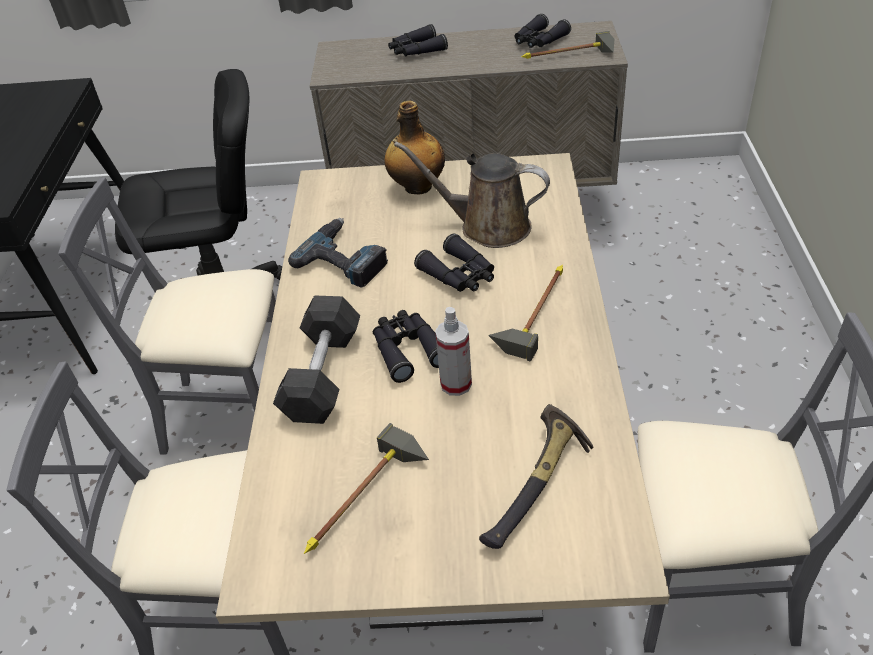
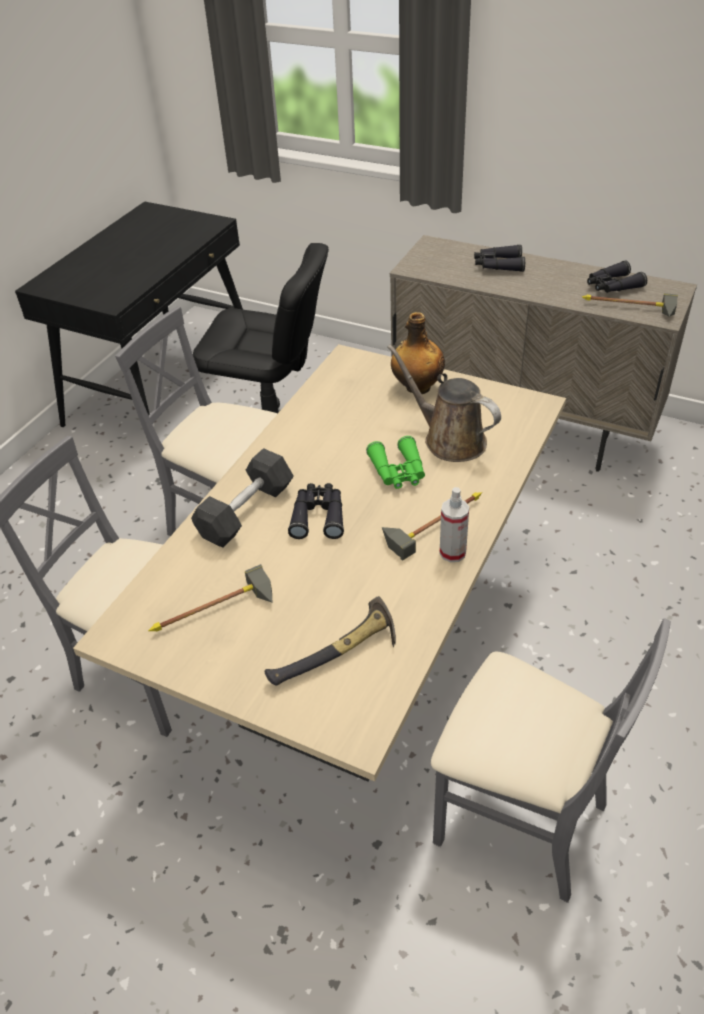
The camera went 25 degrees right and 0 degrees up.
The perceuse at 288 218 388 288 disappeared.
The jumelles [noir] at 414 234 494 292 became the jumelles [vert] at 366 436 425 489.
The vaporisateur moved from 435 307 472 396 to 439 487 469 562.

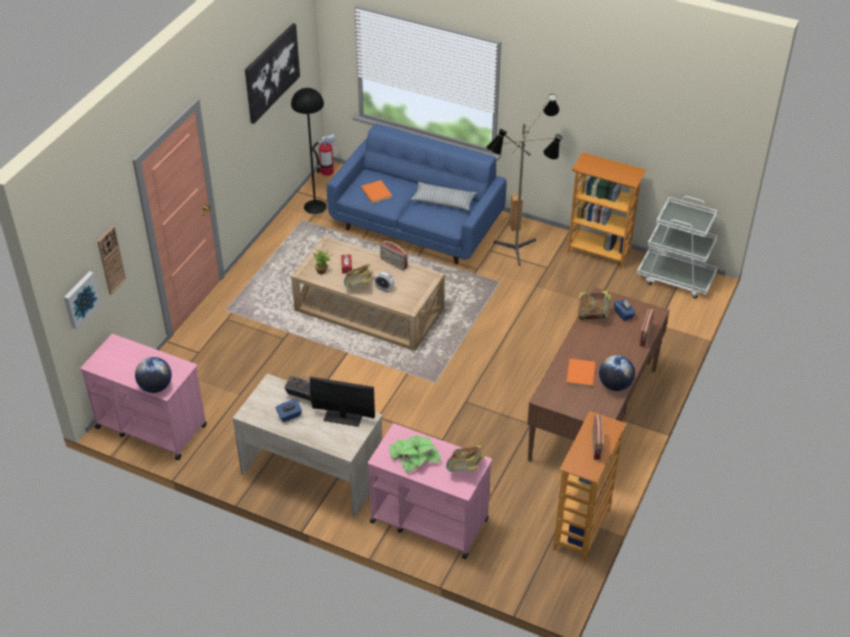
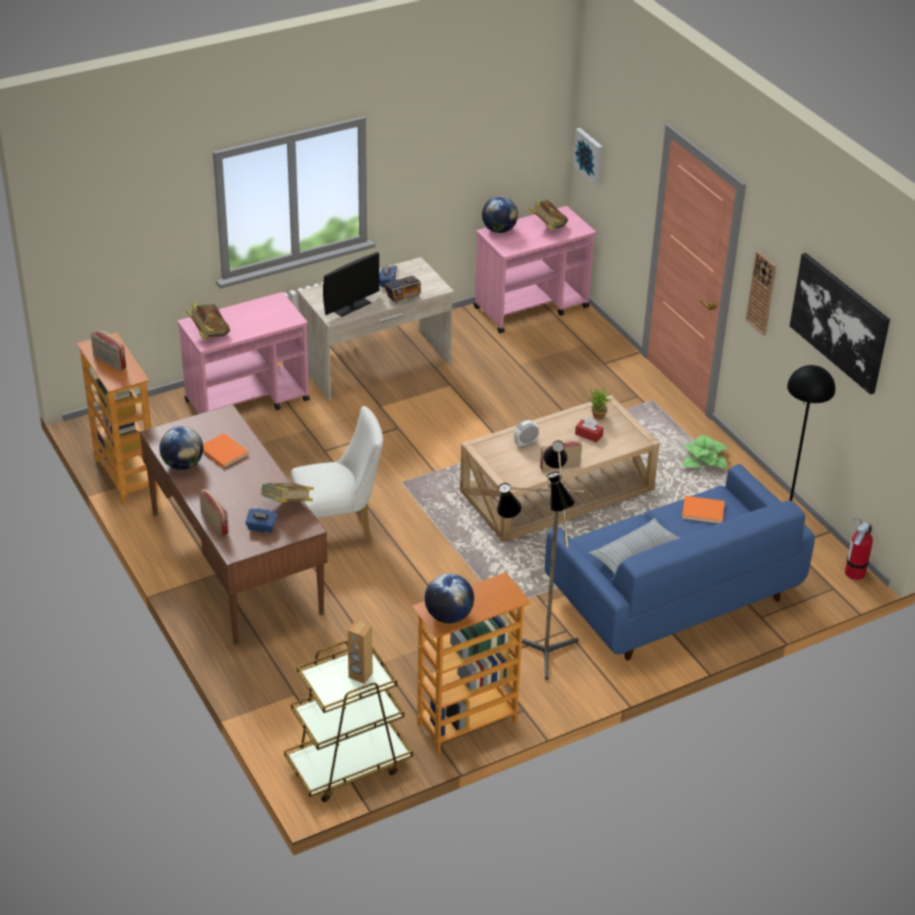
The camera went 125 degrees right and 5 degrees down.
The enceinte [marron] moved from 509 194 523 231 to 347 620 373 684.
The chariot [blanc] at 637 196 718 299 became the chariot [marron] at 284 641 413 802.
The horloge murale moved from 97 226 126 295 to 746 251 776 336.
The livre moved from 344 264 373 288 to 529 200 568 230.
The plante en pot moved from 389 436 441 474 to 683 435 728 469.
The chaise [blanc] at 291 406 383 541 appeared.
The globe at 425 573 474 623 appeared.

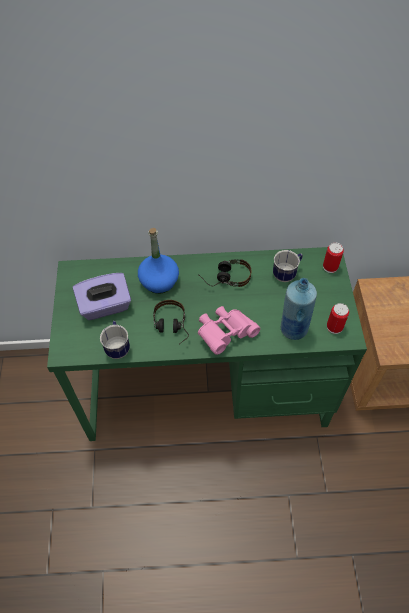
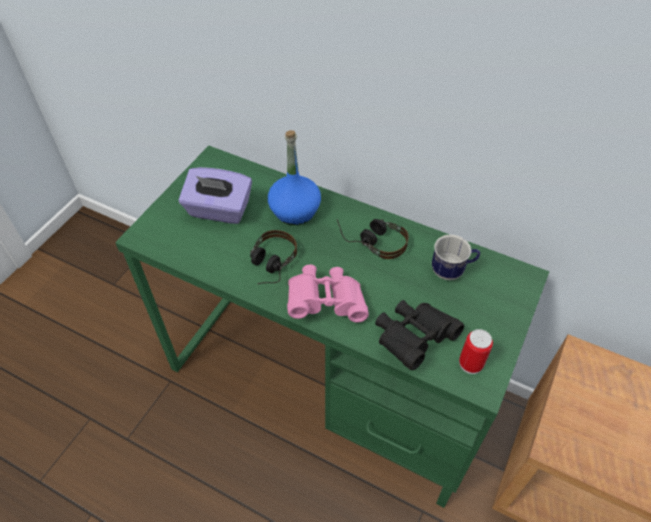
The camera went 30 degrees right and 5 degrees down.
The boîte métallique at 323 243 344 273 disappeared.
The bouteille [bleu] at 281 278 317 340 was replaced by the jumelles [noir] at 375 300 464 370.
The mug at 100 321 130 359 disappeared.

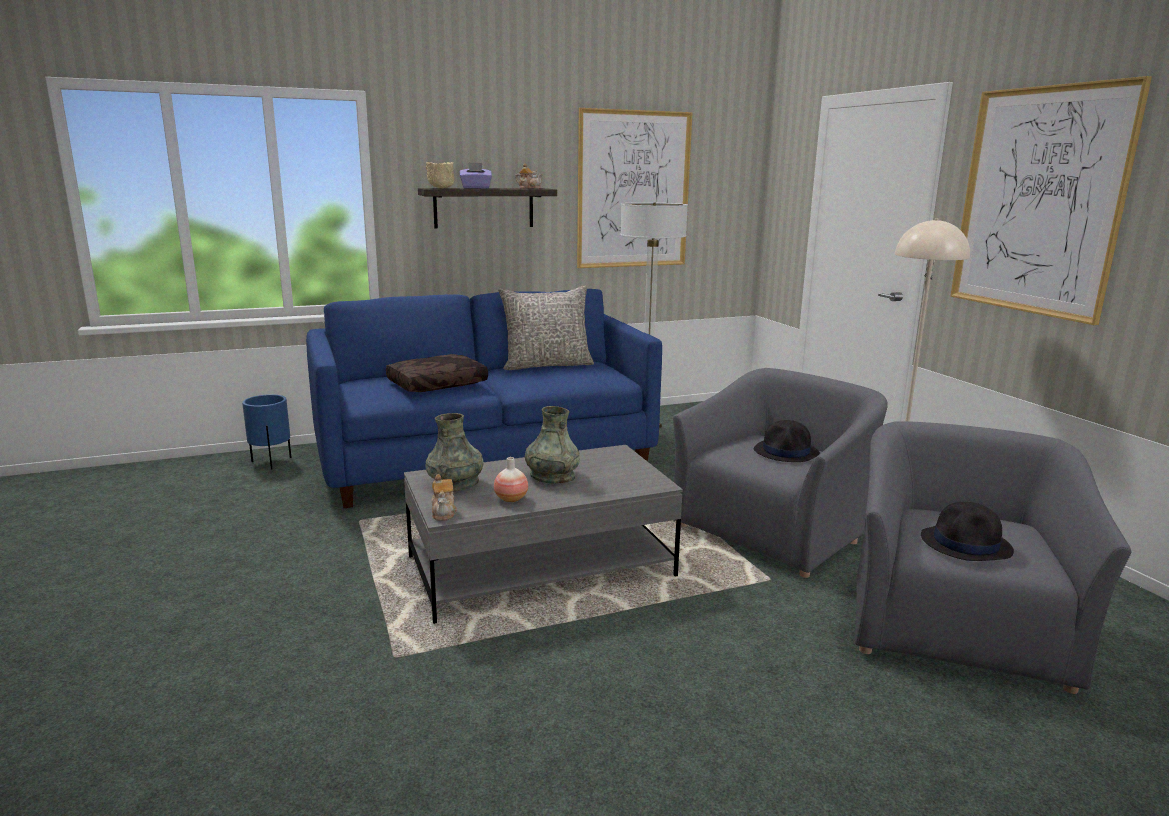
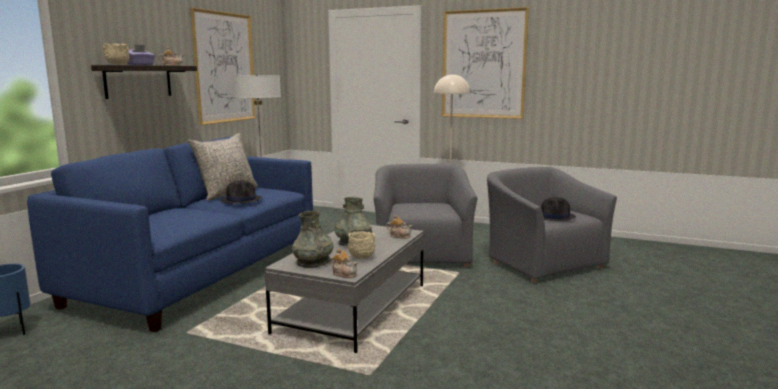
The camera went 45 degrees left and 5 degrees down.
The coussin [marron] at 386 354 488 392 disappeared.
The chapeau [noir] moved from 754 420 820 462 to 221 180 262 204.
The vase at 494 457 528 502 was replaced by the bol [beige] at 348 231 375 259.
The théière at 386 215 412 239 appeared.

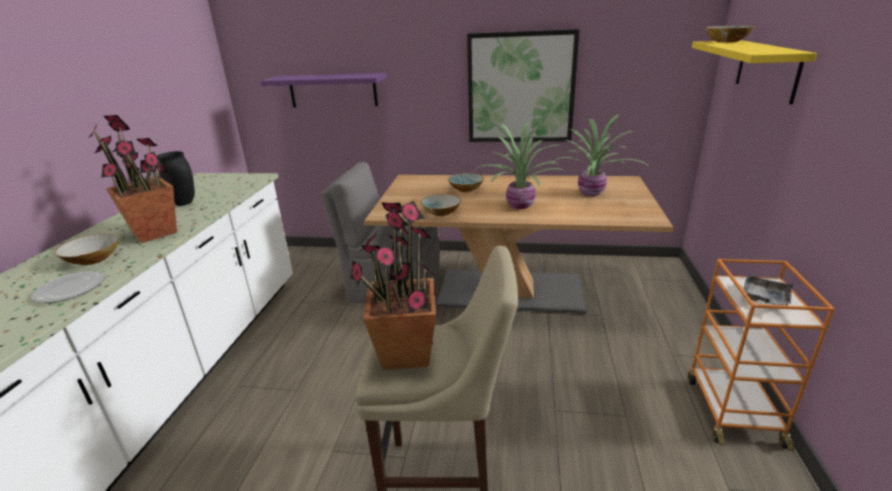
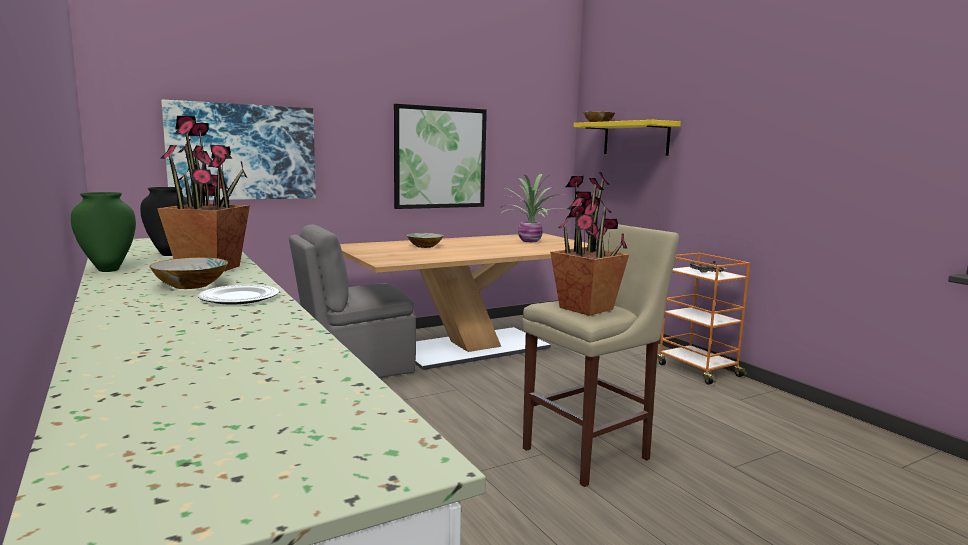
The camera went 40 degrees left and 15 degrees down.
The étagère [violet] at 261 73 387 107 was replaced by the tableau at 161 100 316 200.
The plante en pot at 474 122 565 209 disappeared.
The bol at 421 194 461 216 disappeared.
The vase [vert] at 71 192 136 272 appeared.

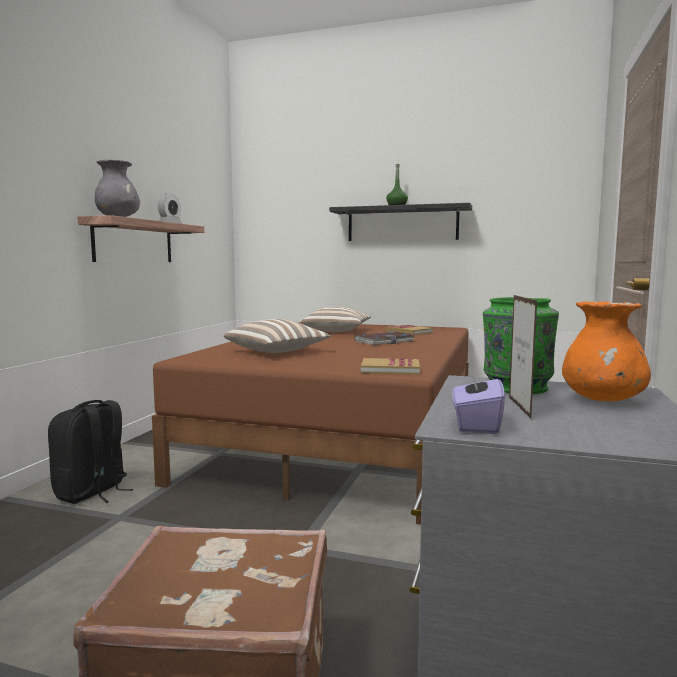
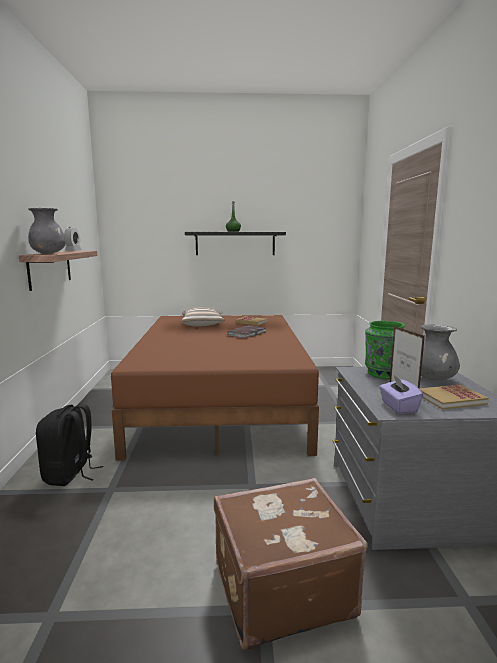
The camera went 20 degrees left and 5 degrees up.
The vase [orange] at 562 301 651 401 became the vase [gris] at 421 324 460 380.
The coussin at 224 319 331 353 disappeared.
The livre moved from 361 358 420 375 to 420 385 489 410.

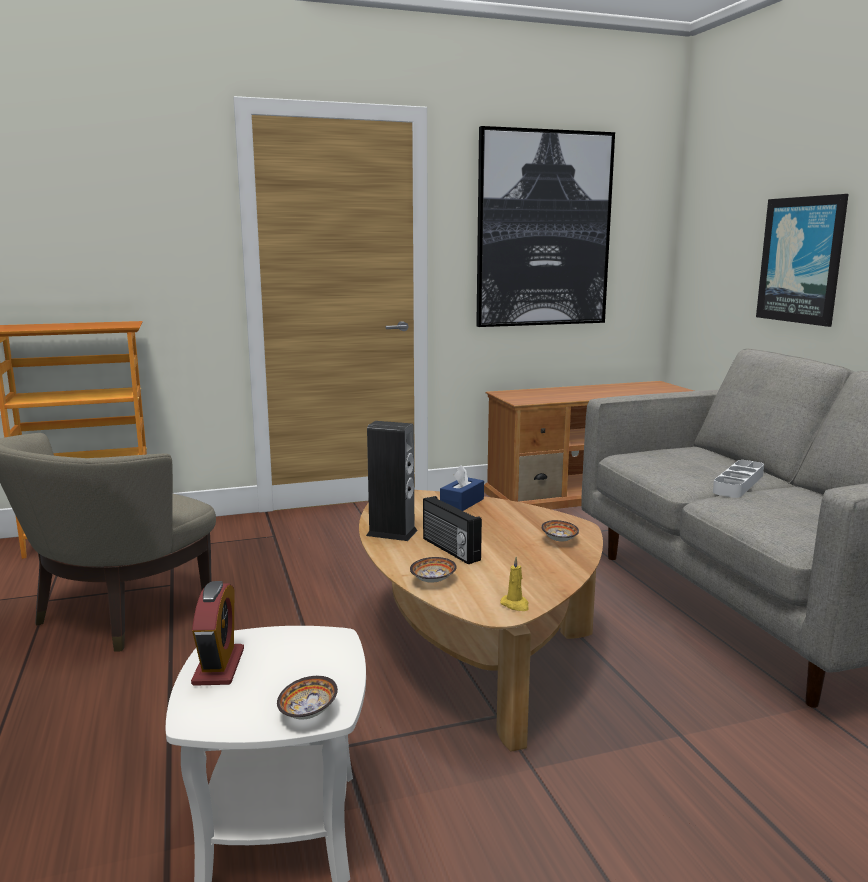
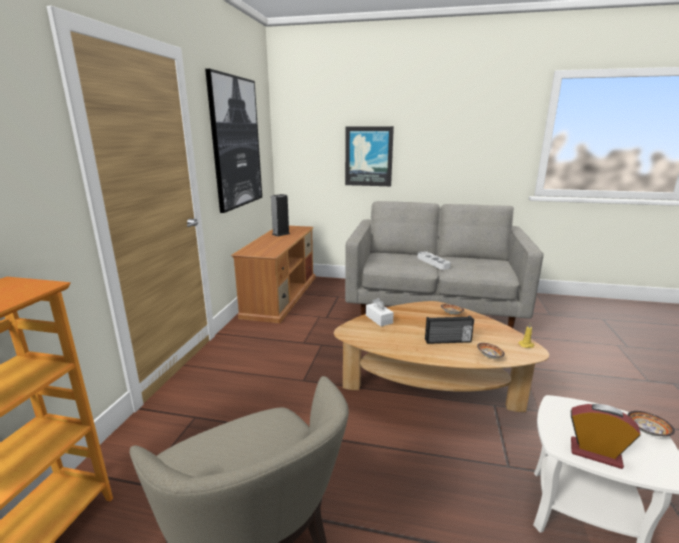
The camera went 60 degrees left and 5 degrees up.
The enceinte moved from 366 421 418 541 to 271 194 290 237.
The boîte à mouchoirs [bleu] at 440 465 484 511 became the boîte à mouchoirs [blanc] at 366 298 394 326.

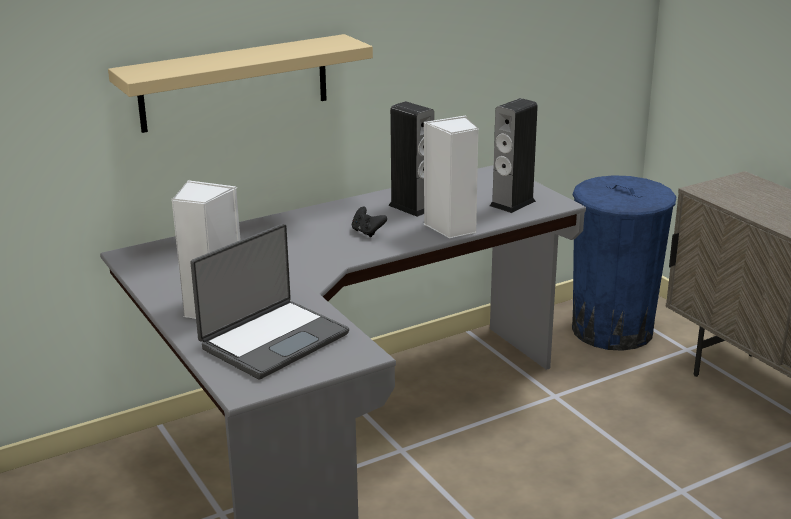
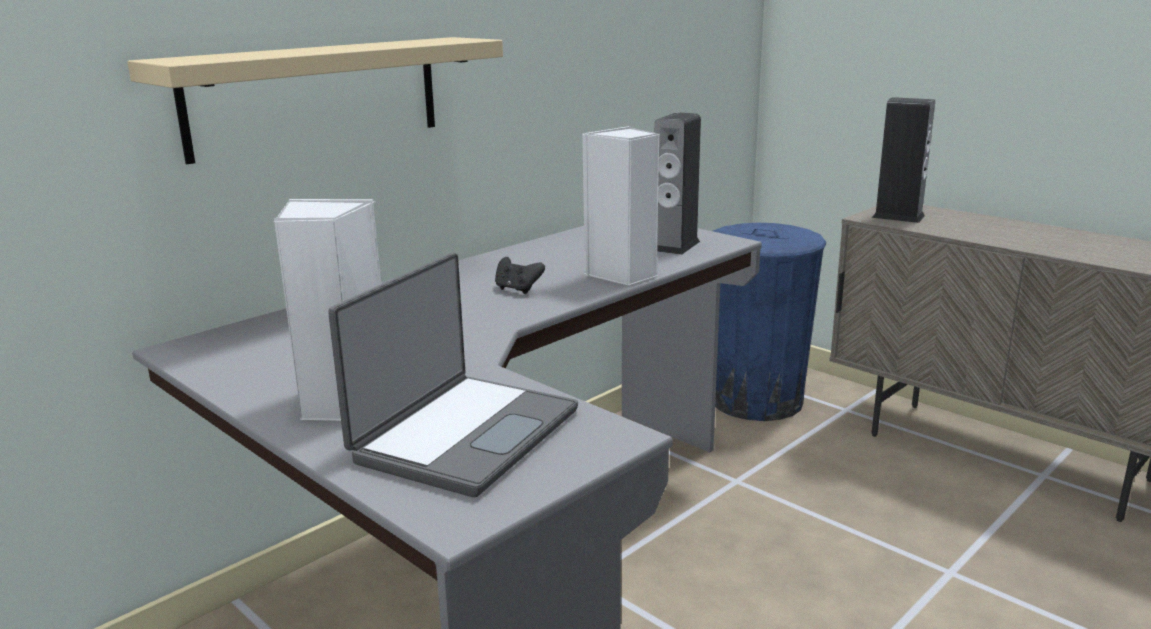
The camera went 15 degrees left and 5 degrees down.
The enceinte moved from 388 101 434 217 to 872 97 935 223.

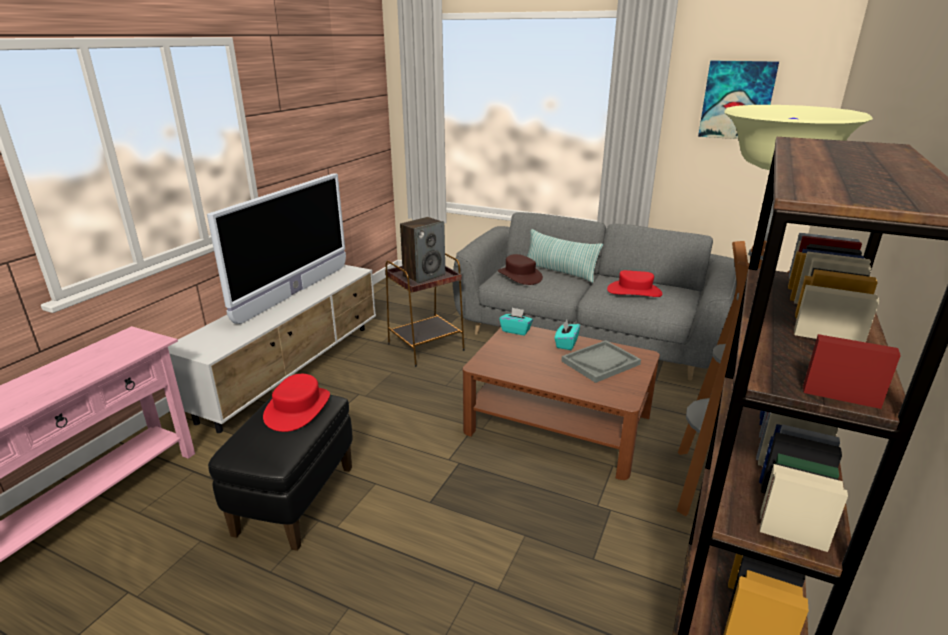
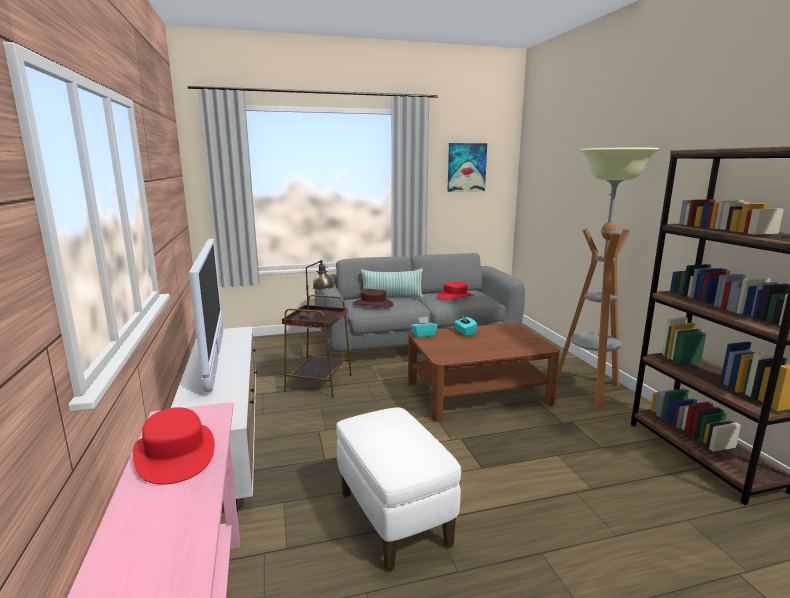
The camera went 40 degrees left and 10 degrees down.
The enceinte at 400 217 445 284 was replaced by the lampe de table at 298 260 334 320.
The plateau [gris] at 561 340 641 383 disappeared.
The chapeau [rouge] moved from 263 374 330 432 to 133 407 215 485.
The pouf [noir] at 208 395 353 551 became the pouf [blanc] at 336 407 461 572.

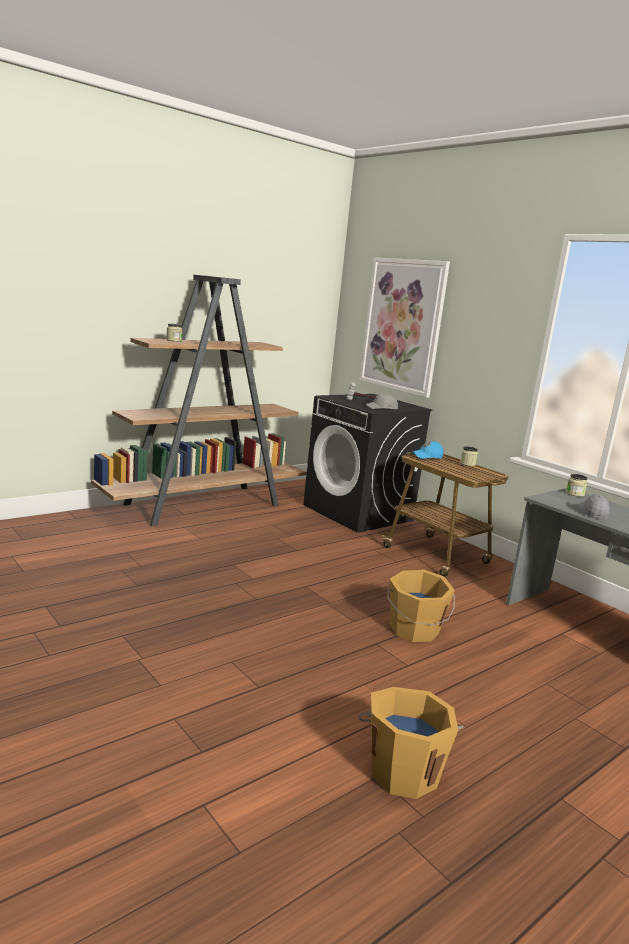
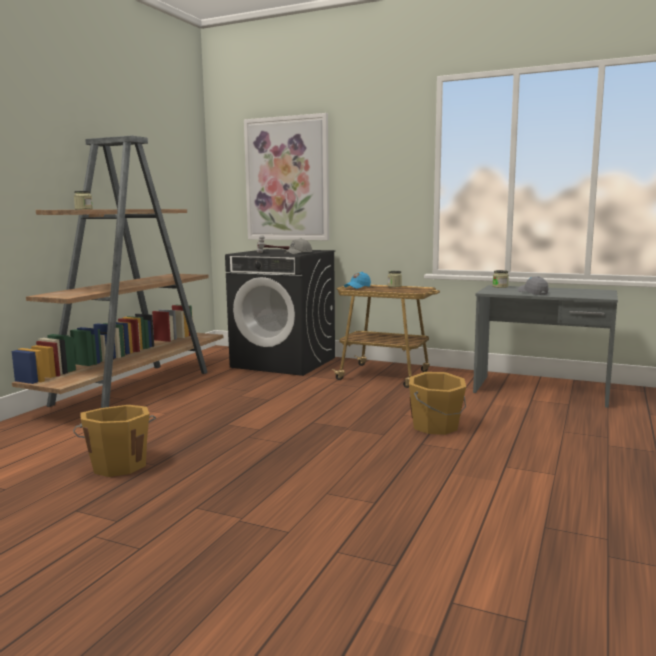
The camera went 25 degrees left and 5 degrees down.
The seau [orange] moved from 358 687 463 799 to 73 405 156 477.

